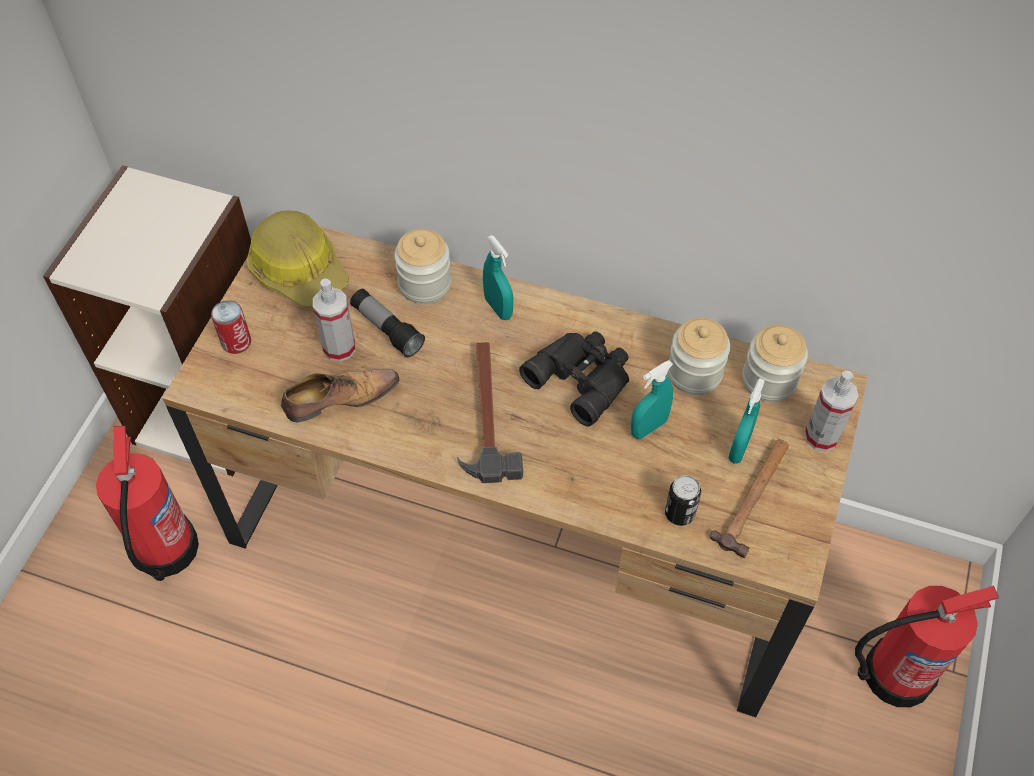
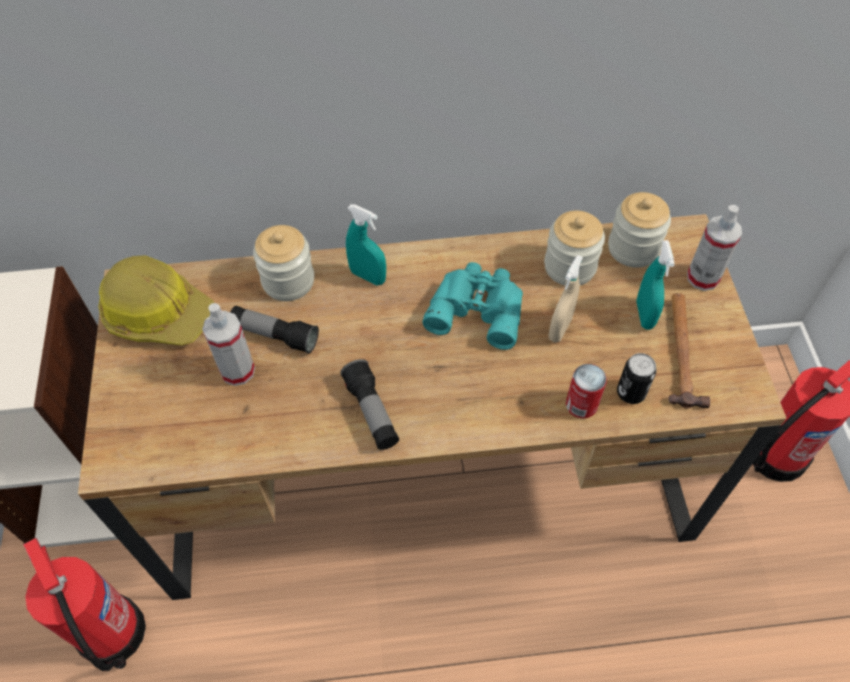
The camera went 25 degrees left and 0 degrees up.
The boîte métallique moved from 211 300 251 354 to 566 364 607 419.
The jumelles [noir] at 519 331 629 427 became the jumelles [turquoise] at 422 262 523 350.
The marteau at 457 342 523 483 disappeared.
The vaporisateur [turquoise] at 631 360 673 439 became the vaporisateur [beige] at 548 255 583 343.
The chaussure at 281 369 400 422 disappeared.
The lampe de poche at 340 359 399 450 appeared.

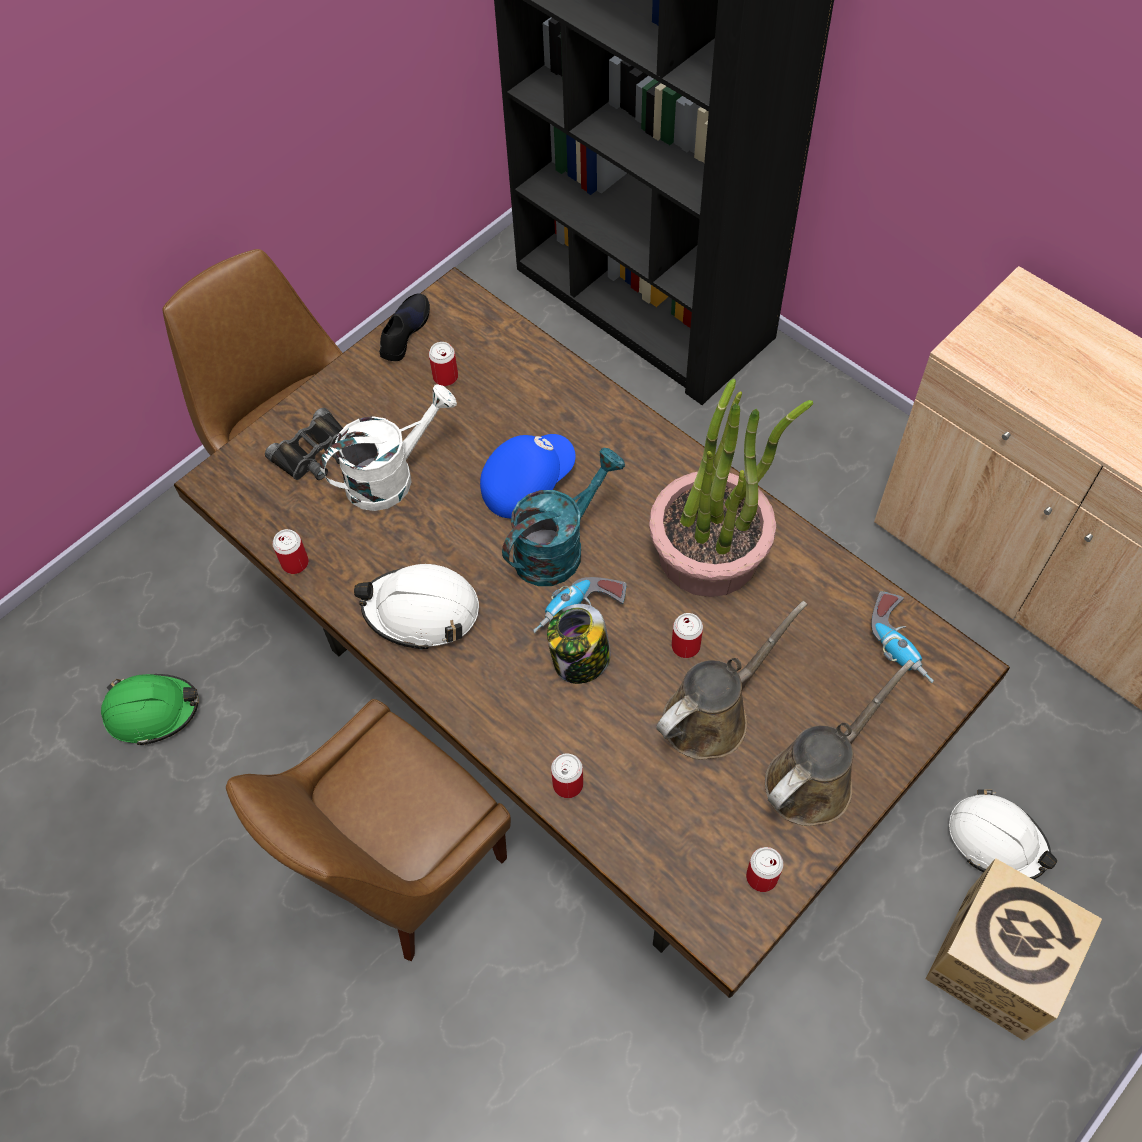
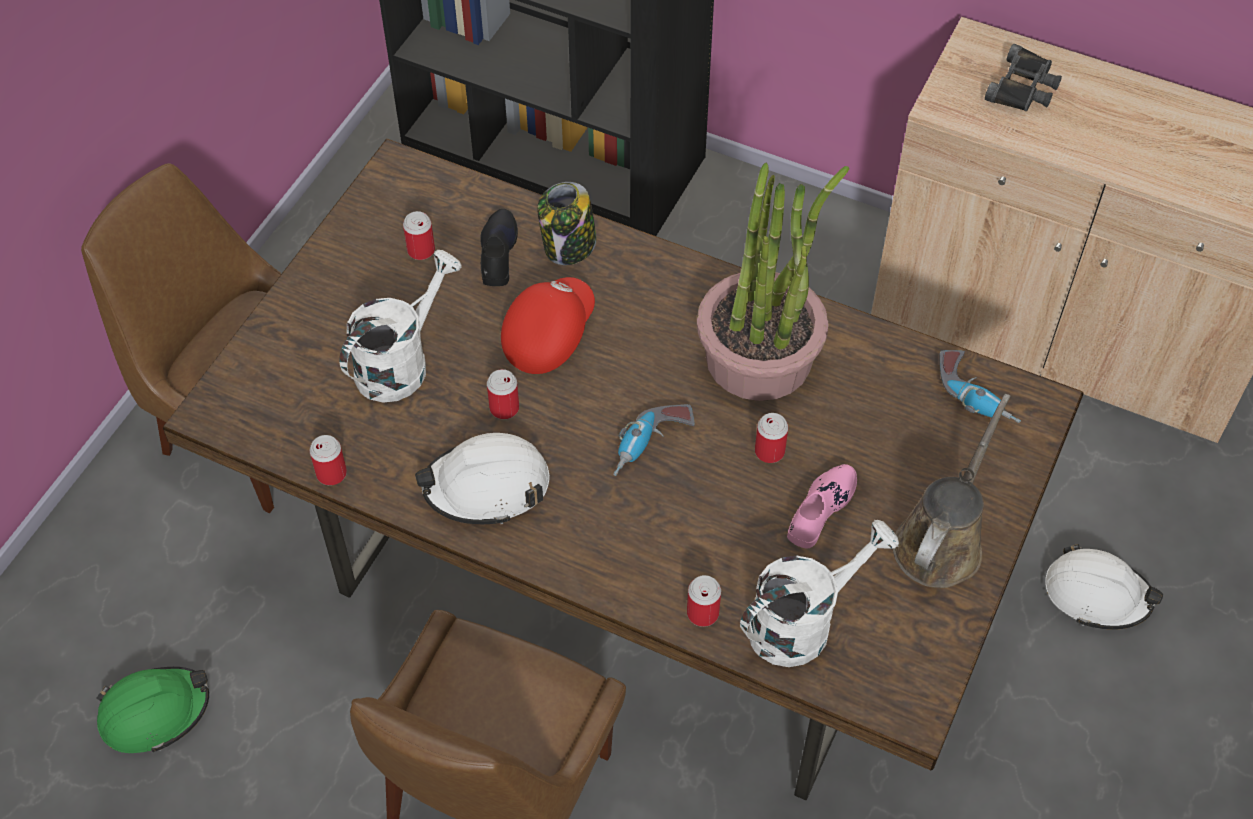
The camera went 20 degrees left and 5 degrees down.
The chaussure [noir] moved from 379 293 430 361 to 480 209 518 286.
The jumelles [noir] moved from 265 408 343 480 to 985 44 1062 112.
The casquette [bleu] at 480 434 575 518 became the casquette [rouge] at 501 277 595 374.
The arrosoir [turquoise] at 502 448 625 586 disappeared.
The arrosoir [marron] at 656 601 808 759 was replaced by the chaussure [rose] at 787 464 857 548.
The bocal moved from 547 604 611 684 to 537 182 597 265.
The boîte métallique moved from 746 847 783 892 to 487 369 519 419.
The carton at 926 858 1102 1041 disappeared.
The arrosoir [blanc] at 740 520 899 667 appeared.

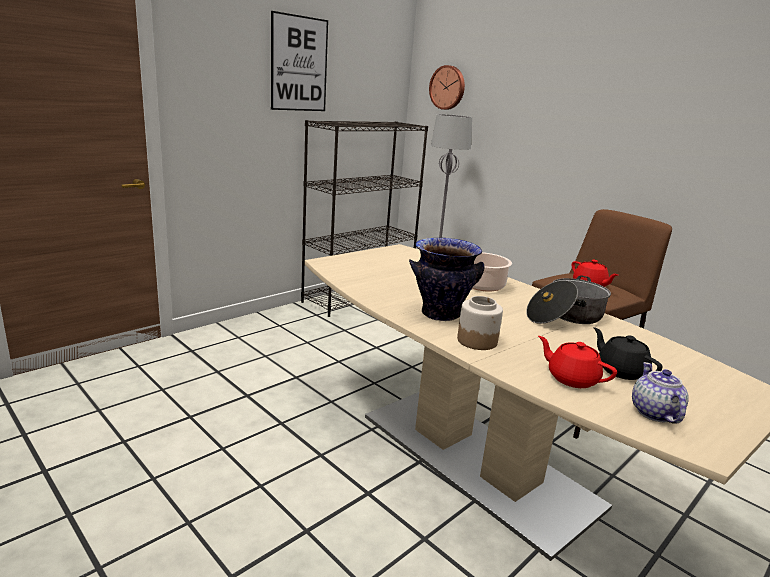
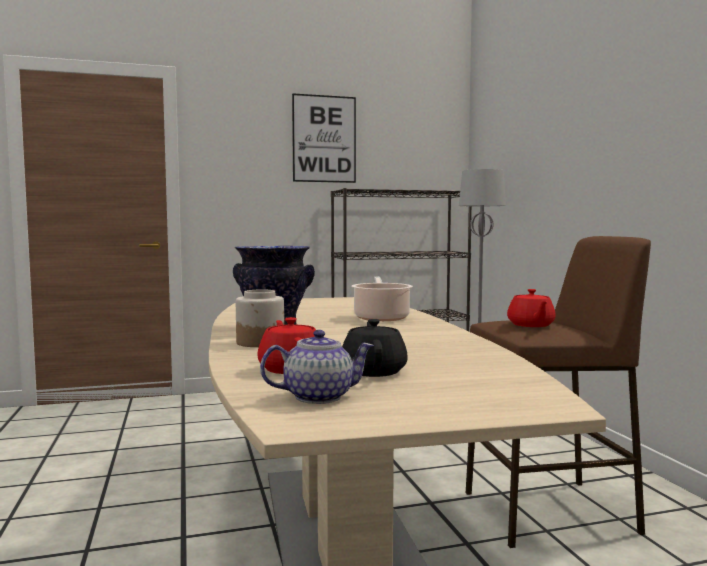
The camera went 30 degrees right and 15 degrees down.
The horloge murale at 429 65 465 110 disappeared.
The marmite at 526 276 611 324 disappeared.
The théière at 632 362 689 424 turned 45 degrees clockwise.

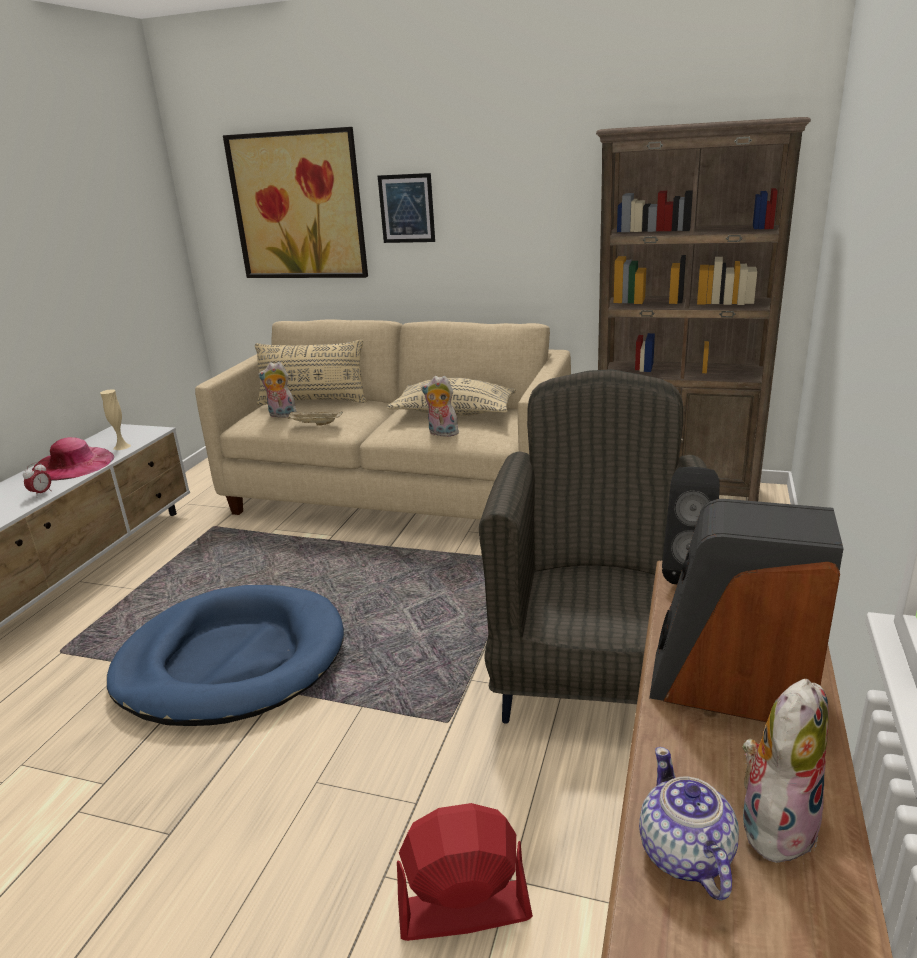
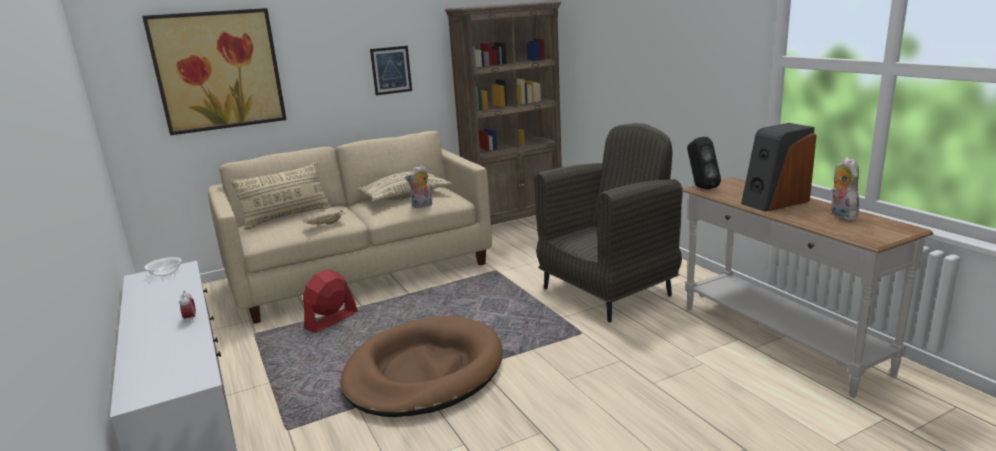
The camera went 45 degrees left and 5 degrees down.
The tableau moved from 378 173 435 243 to 370 46 412 95.
The peluche at 258 362 299 418 disappeared.
The fauteuil [gris] at 479 369 707 724 turned 90 degrees clockwise.
The vase [beige] at 100 389 131 450 disappeared.
The chapeau [rose] at 32 437 114 481 disappeared.
The panier pour chien [bleu] at 107 585 344 726 became the panier pour chien [marron] at 340 316 502 417.
The théière at 639 747 739 901 disappeared.
The ventilateur [rouge] moved from 397 803 533 941 to 303 269 358 333.
The bol at 144 257 182 276 appeared.

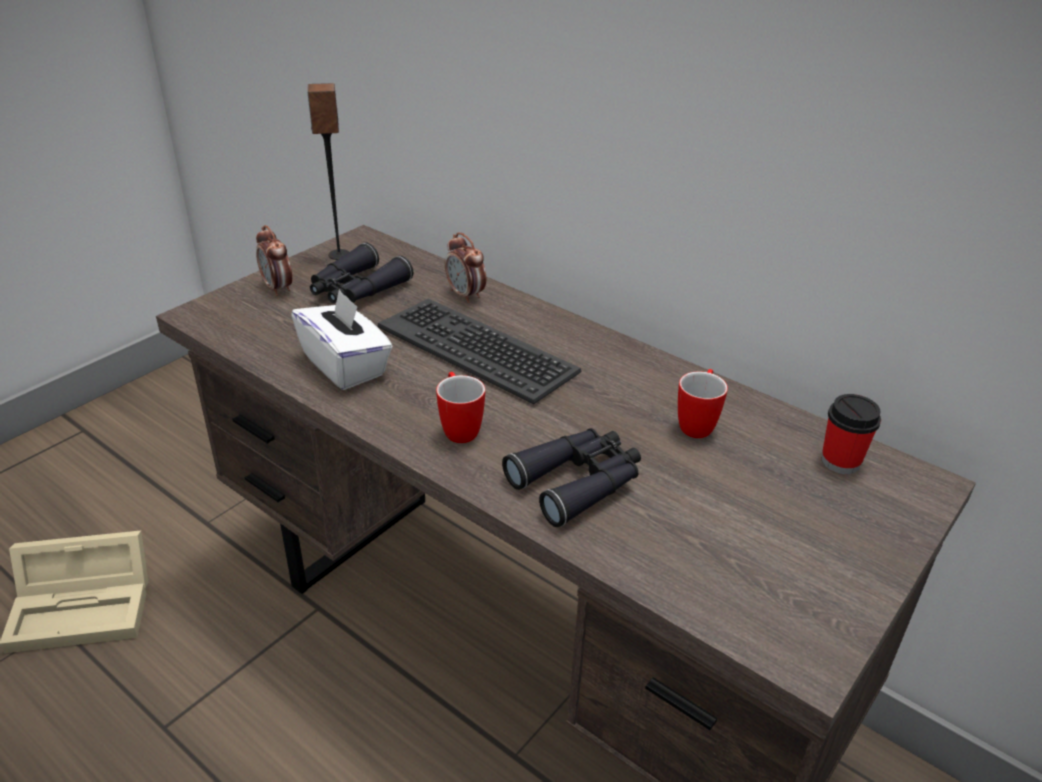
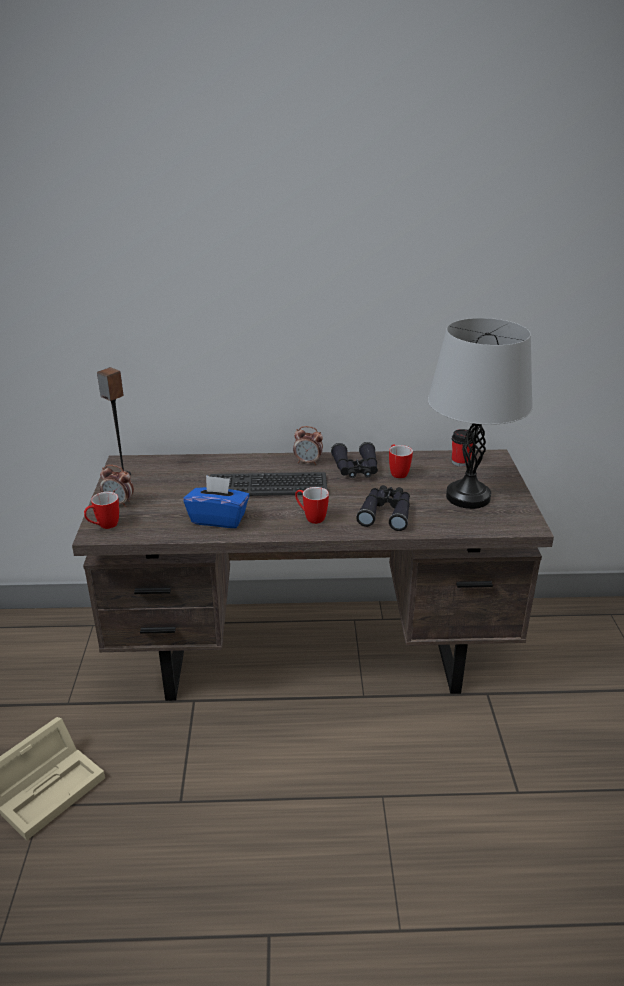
The camera went 40 degrees left and 5 degrees down.
The réveil moved from 445 232 486 303 to 293 426 323 465.
The jumelles [noir] moved from 310 243 413 303 to 331 442 378 478.
The boîte à mouchoirs [blanc] at 291 289 393 390 became the boîte à mouchoirs [bleu] at 183 475 250 528.
The lampe de table [gris] at 428 318 533 509 appeared.
The mug at 84 492 119 529 appeared.

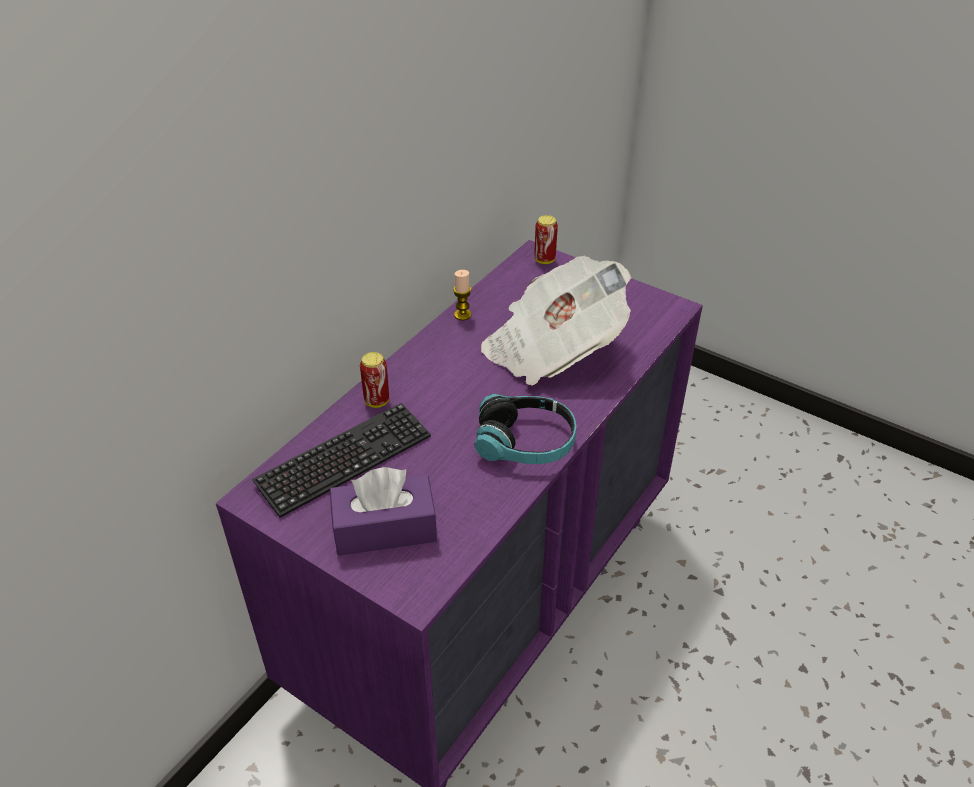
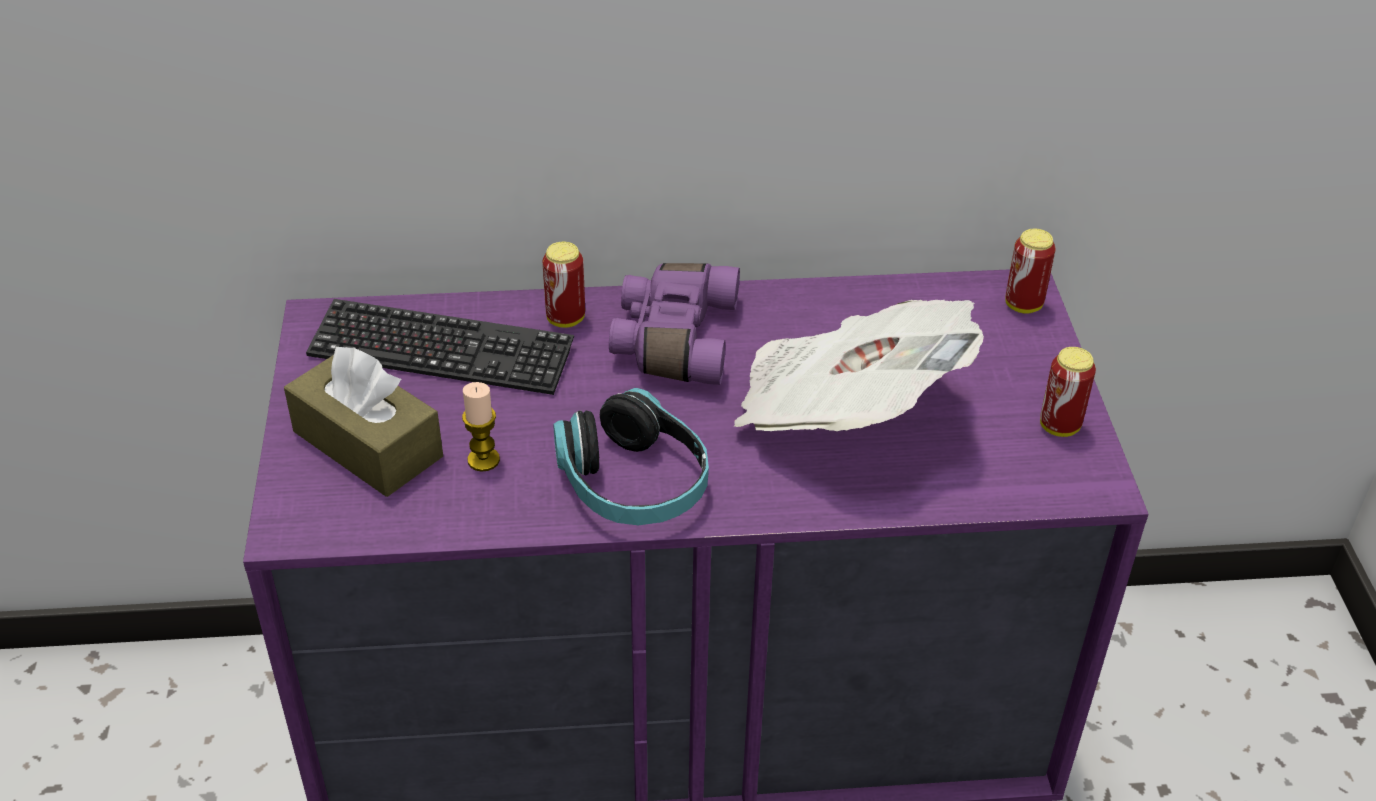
The camera went 50 degrees right and 0 degrees up.
The bougie moved from 453 270 472 320 to 462 382 500 472.
The boîte à mouchoirs [violet] at 330 467 437 556 became the boîte à mouchoirs [marron] at 284 347 443 497.
The jumelles [violet] at 609 263 740 385 appeared.
The boîte métallique at 1040 347 1096 437 appeared.

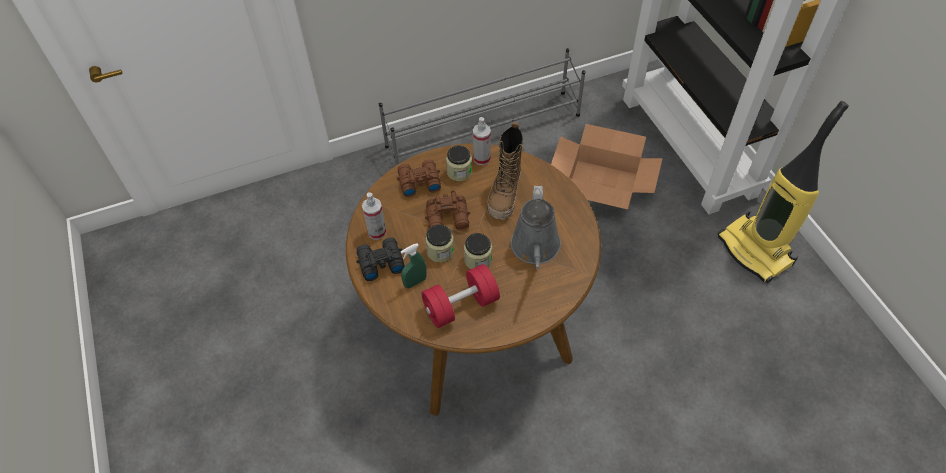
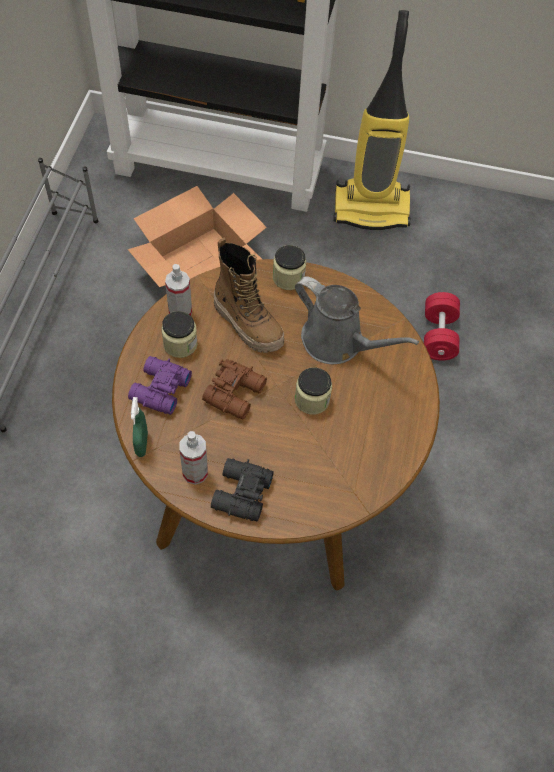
The camera went 60 degrees left and 5 degrees up.
The jumelles [marron] at 397 159 441 197 became the jumelles [violet] at 128 356 192 415.
The bocal moved from 425 224 454 262 to 273 245 306 290.
The vaporisateur [vert] moved from 400 243 427 288 to 131 397 148 457.
The haltère [rouge] moved from 421 264 500 328 to 424 292 460 361.

